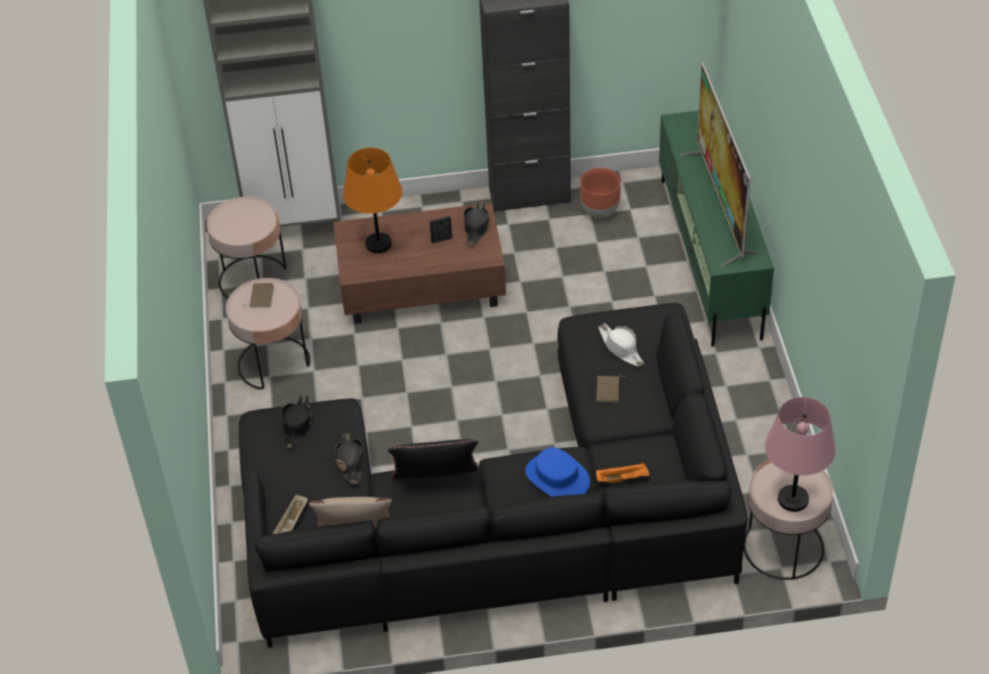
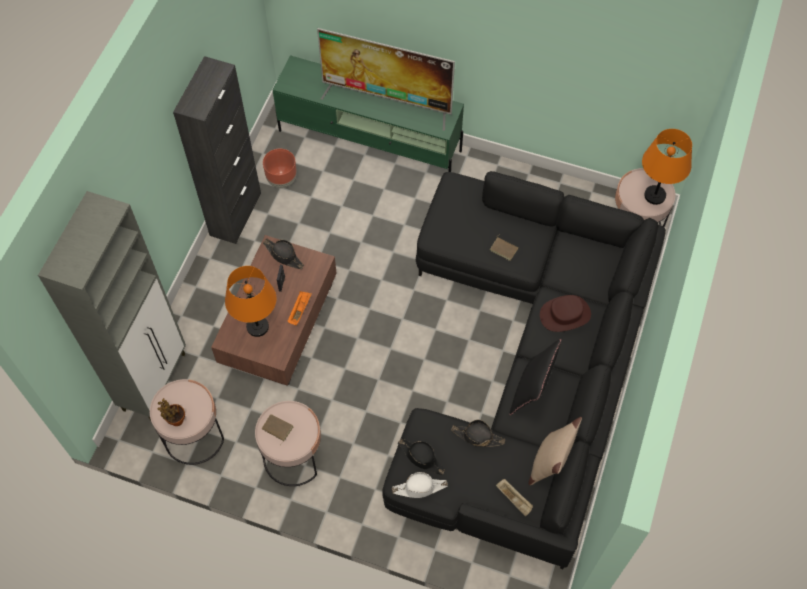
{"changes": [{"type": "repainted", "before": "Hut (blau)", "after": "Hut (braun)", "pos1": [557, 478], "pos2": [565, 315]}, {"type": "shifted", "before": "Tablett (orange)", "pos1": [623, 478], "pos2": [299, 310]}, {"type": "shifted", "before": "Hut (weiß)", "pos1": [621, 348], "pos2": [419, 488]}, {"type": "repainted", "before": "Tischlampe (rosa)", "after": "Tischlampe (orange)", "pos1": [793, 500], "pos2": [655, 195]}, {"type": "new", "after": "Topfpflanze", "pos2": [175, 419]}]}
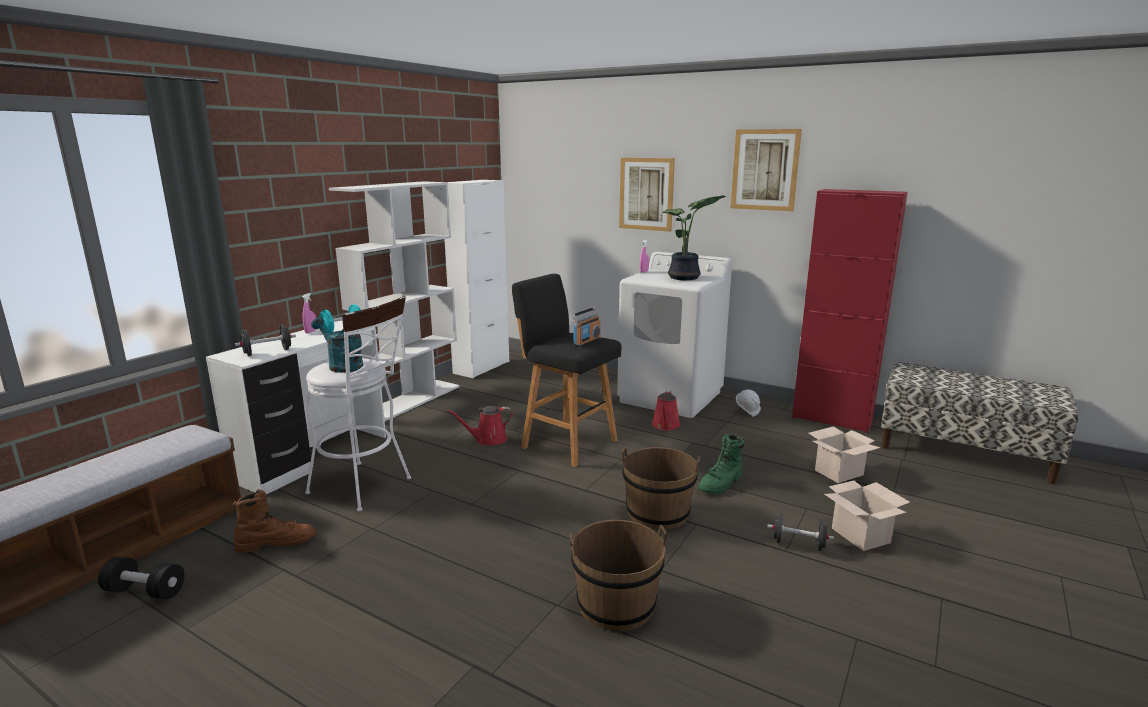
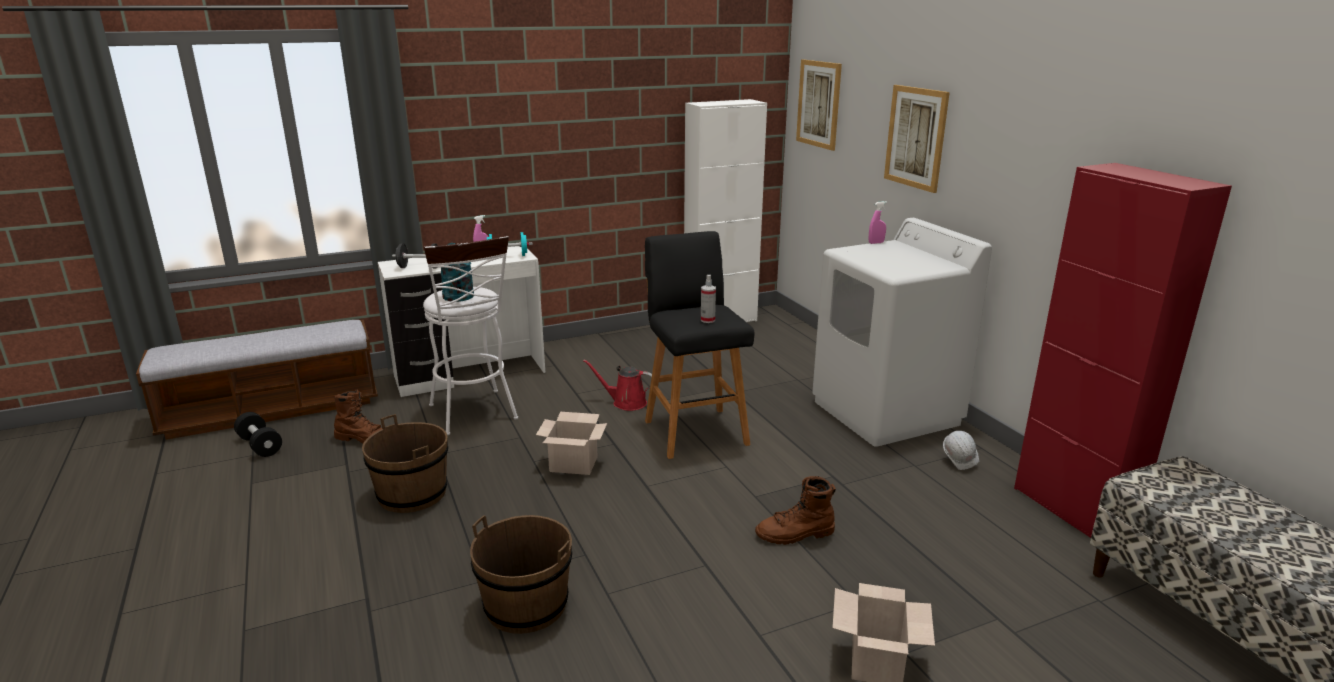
{"changes": [{"type": "gone", "before": "Bücherregal (weiß)", "pos1": [410, 401]}, {"type": "swapped", "before": "Radio", "after": "Sprühflasche", "pos1": [586, 342], "pos2": [707, 320]}, {"type": "shifted", "before": "Eimer (braun)", "pos1": [657, 513], "pos2": [412, 494]}, {"type": "gone", "before": "Gießkanne (rot)", "pos1": [665, 426]}, {"type": "gone", "before": "Topfpflanze", "pos1": [685, 278]}, {"type": "repainted", "before": "Stiefel (grün)", "after": "Stiefel (braun)", "pos1": [721, 484], "pos2": [795, 534]}, {"type": "shifted", "before": "Bild", "pos1": [765, 170], "pos2": [818, 104]}, {"type": "gone", "before": "Hantel (schwarz)", "pos1": [798, 544]}, {"type": "shifted", "before": "Karton", "pos1": [839, 472], "pos2": [575, 464]}]}
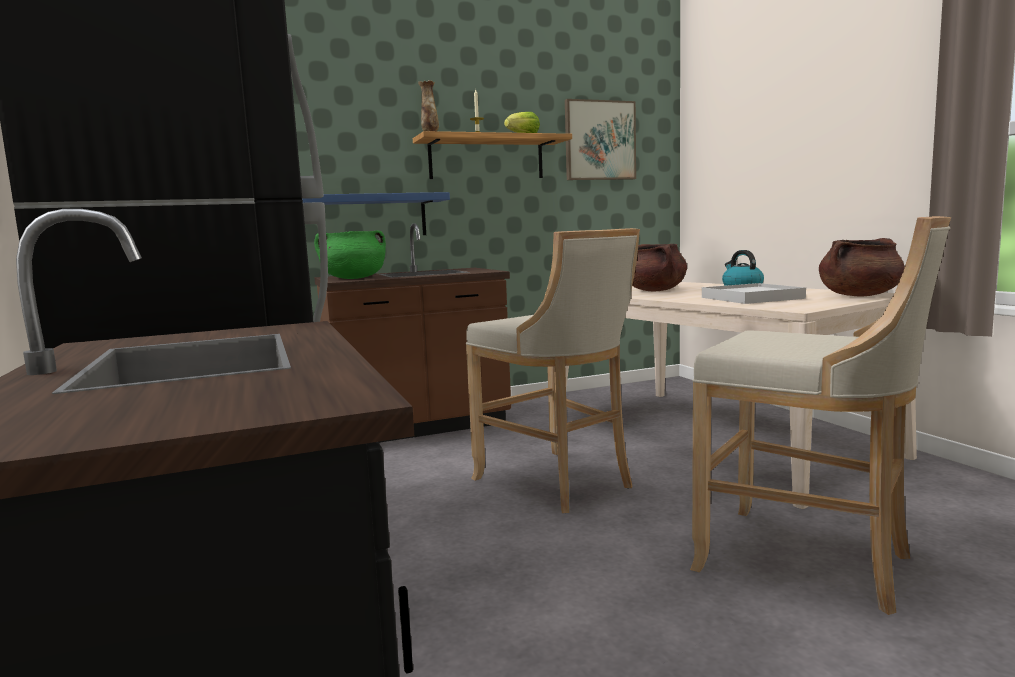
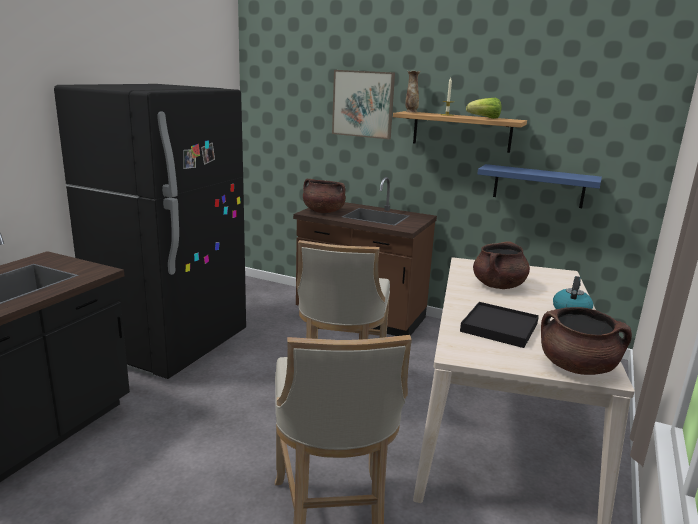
{"changes": [{"type": "shifted", "before": "Wandregal (blau)", "pos1": [372, 216], "pos2": [538, 186]}, {"type": "repainted", "before": "Kochtopf (grün)", "after": "Kochtopf (braun)", "pos1": [353, 278], "pos2": [323, 211]}, {"type": "shifted", "before": "Bild", "pos1": [599, 140], "pos2": [363, 104]}, {"type": "repainted", "before": "Tablett (weiß)", "after": "Tablett (schwarz)", "pos1": [751, 298], "pos2": [499, 327]}]}
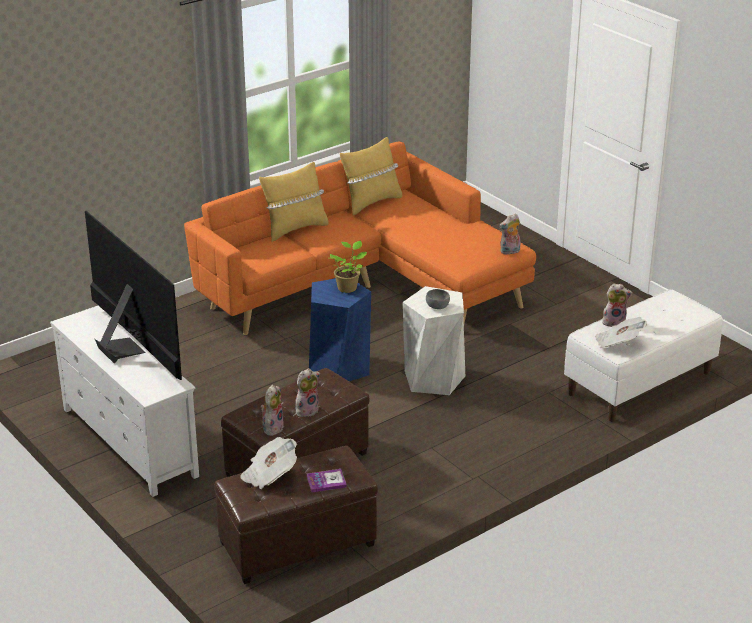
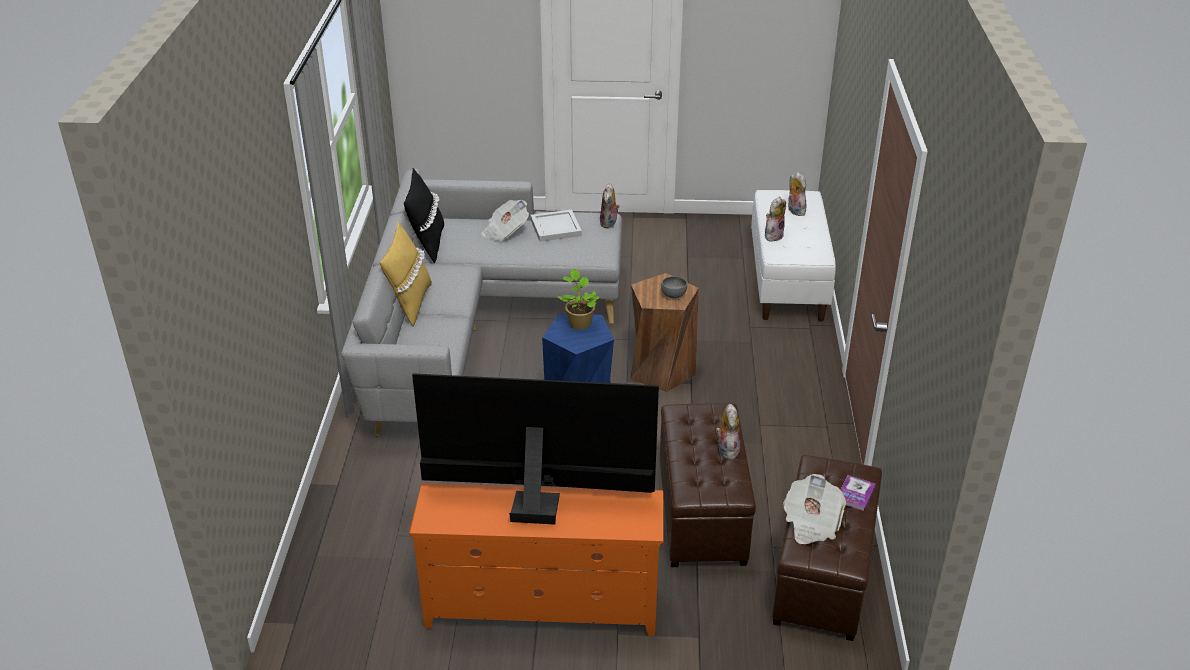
{"changes": [{"type": "repainted", "before": "Fernsehschrank (weiß)", "after": "Fernsehschrank (orange)", "pos1": [128, 443], "pos2": [541, 608]}, {"type": "repainted", "before": "Sofa (orange)", "after": "Sofa (grau)", "pos1": [369, 288], "pos2": [476, 329]}, {"type": "shifted", "before": "Plüschtier", "pos1": [272, 427], "pos2": [794, 211]}, {"type": "repainted", "before": "Kissen (gelb)", "after": "Kissen (schwarz)", "pos1": [371, 202], "pos2": [427, 244]}, {"type": "repainted", "before": "Hocker (weiß)", "after": "Hocker (braun)", "pos1": [433, 378], "pos2": [661, 370]}, {"type": "shifted", "before": "Zeitung", "pos1": [618, 343], "pos2": [505, 231]}, {"type": "new", "after": "Tablett (weiß)", "pos2": [555, 227]}]}
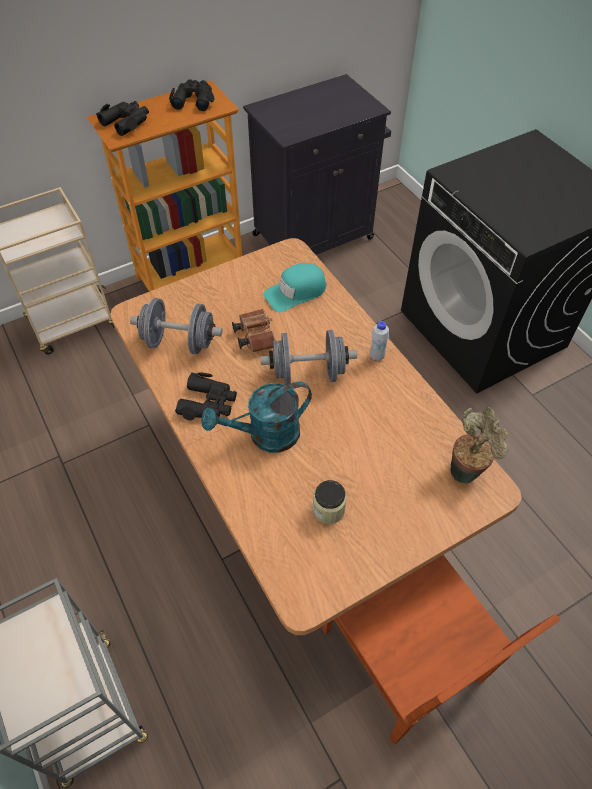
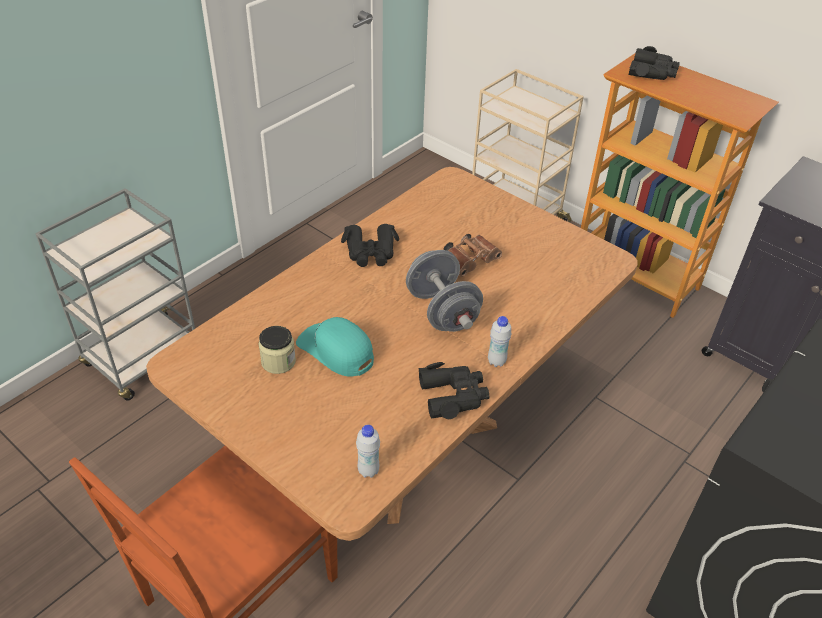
{"changes": [{"type": "gone", "before": "Hantel (grau)", "pos1": [179, 342]}, {"type": "shifted", "before": "Fernglas (schwarz)", "pos1": [193, 100], "pos2": [453, 395]}, {"type": "gone", "before": "Gießkanne (türkis)", "pos1": [265, 436]}, {"type": "shifted", "before": "Kappe (türkis)", "pos1": [296, 292], "pos2": [336, 350]}, {"type": "swapped", "before": "Topfpflanze", "after": "Flasche (weiß)", "pos1": [467, 470], "pos2": [368, 471]}]}
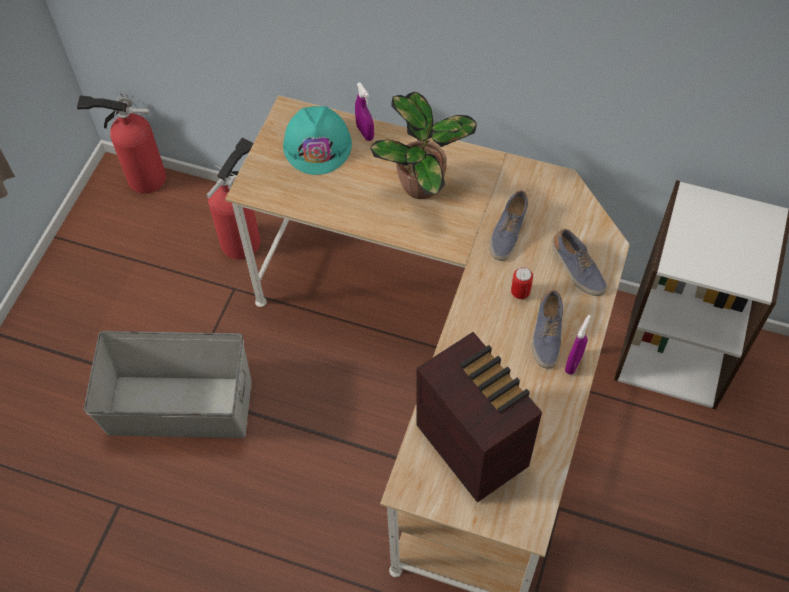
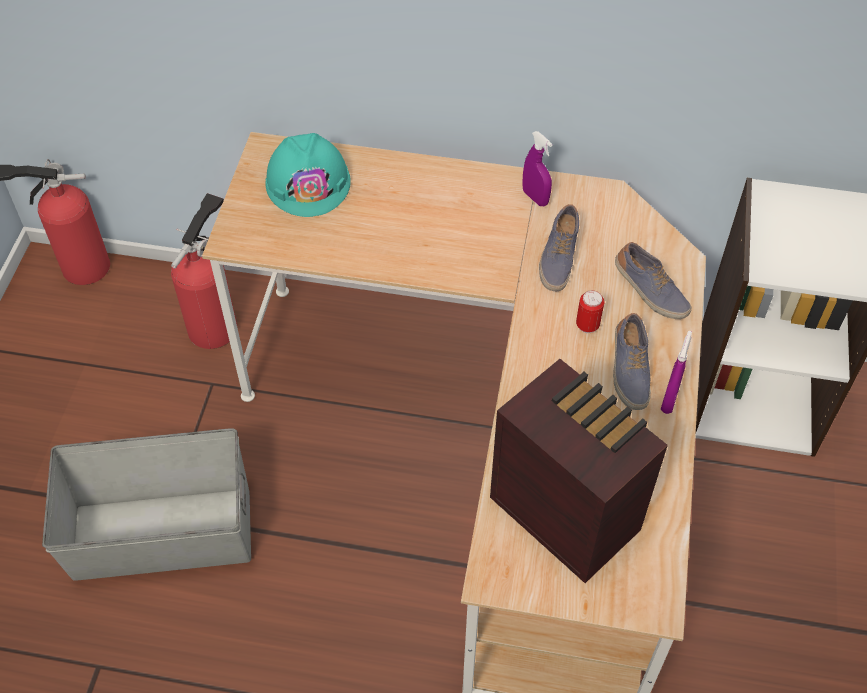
{"changes": [{"type": "shifted", "before": "Sprühflasche (lila)", "pos1": [365, 133], "pos2": [535, 197]}, {"type": "gone", "before": "Topfpflanze", "pos1": [424, 186]}]}
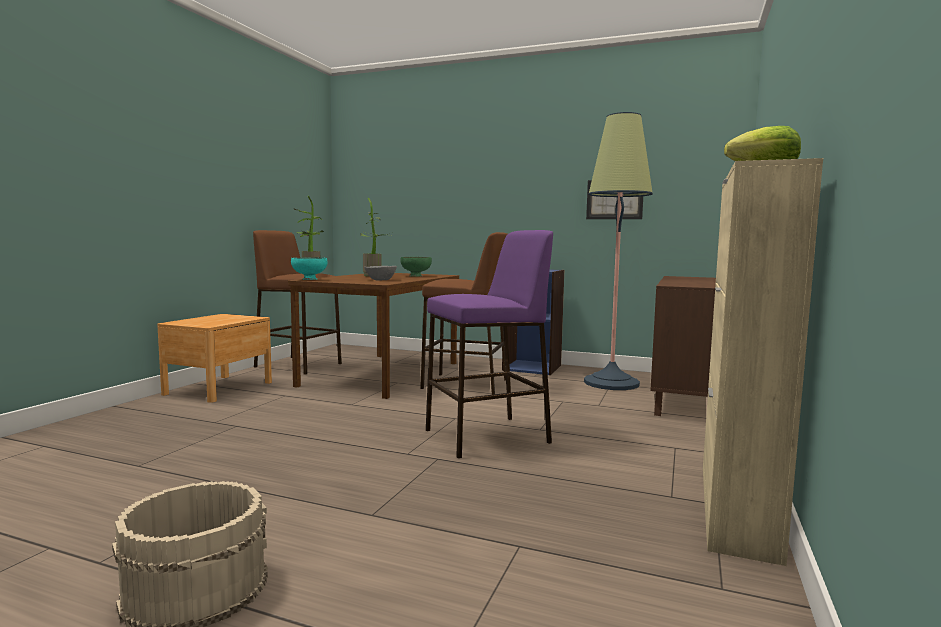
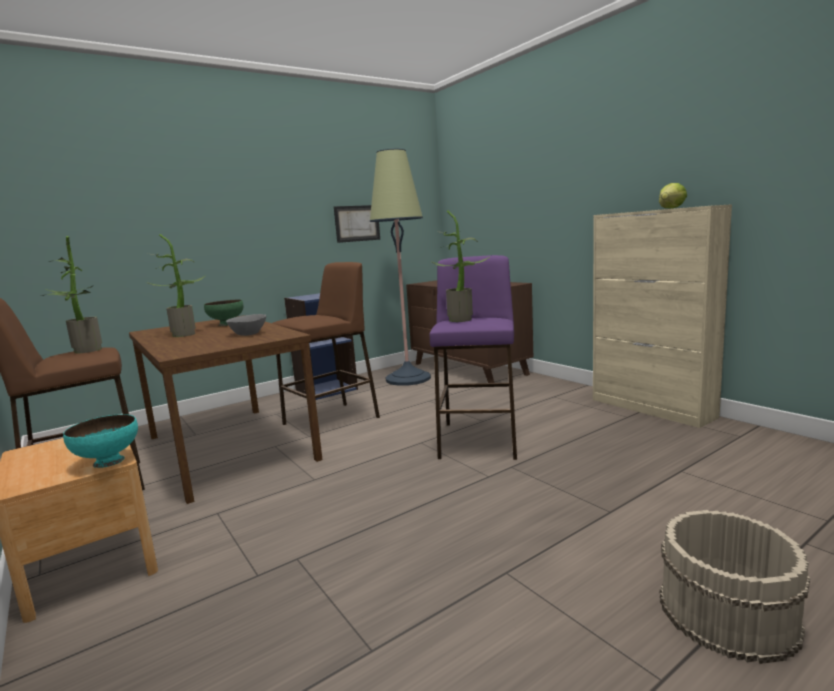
{"changes": [{"type": "shifted", "before": "Schüssel (türkis)", "pos1": [309, 279], "pos2": [108, 461]}, {"type": "new", "after": "Topfpflanze", "pos2": [463, 319]}]}
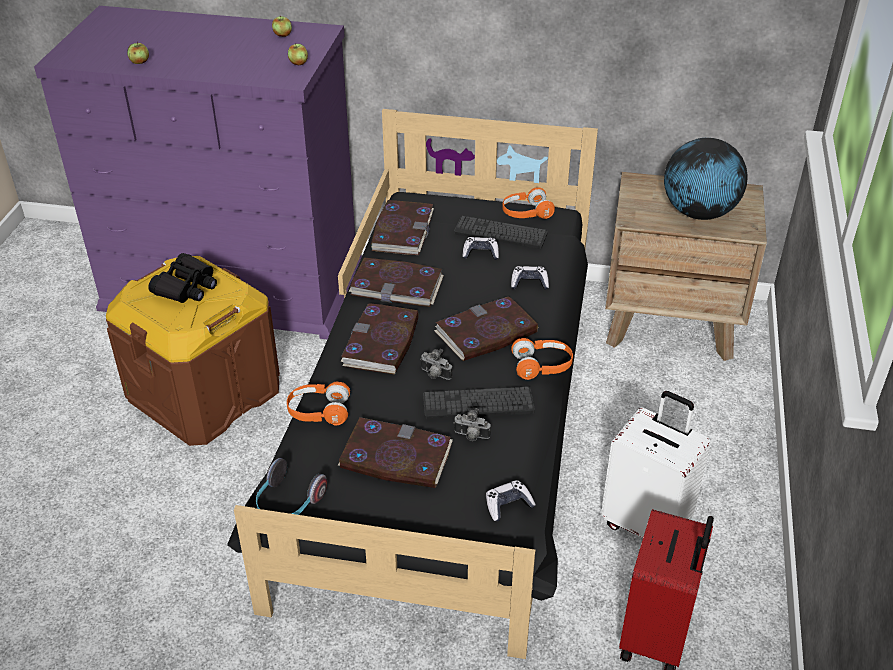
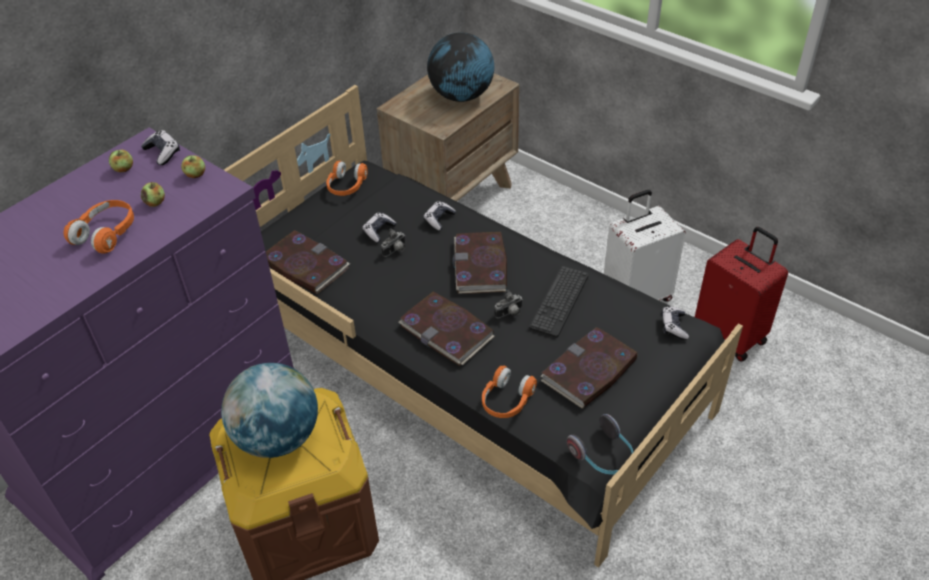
{"changes": [{"type": "shifted", "before": "Apfel", "pos1": [139, 62], "pos2": [155, 202]}, {"type": "swapped", "before": "Fernglas (schwarz)", "after": "Globus", "pos1": [187, 287], "pos2": [277, 437]}, {"type": "gone", "before": "Buch", "pos1": [397, 286]}, {"type": "shifted", "before": "Kamera", "pos1": [471, 436], "pos2": [396, 251]}, {"type": "gone", "before": "Tastatur", "pos1": [500, 233]}, {"type": "shifted", "before": "Kopfhörer (orange)", "pos1": [542, 366], "pos2": [107, 234]}, {"type": "new", "after": "Gamepad", "pos2": [163, 153]}]}
